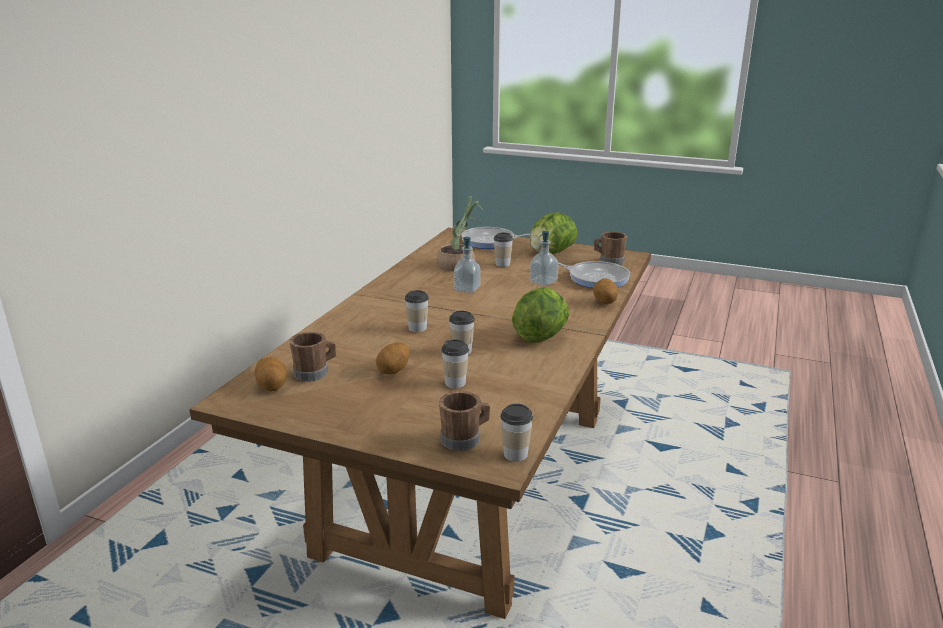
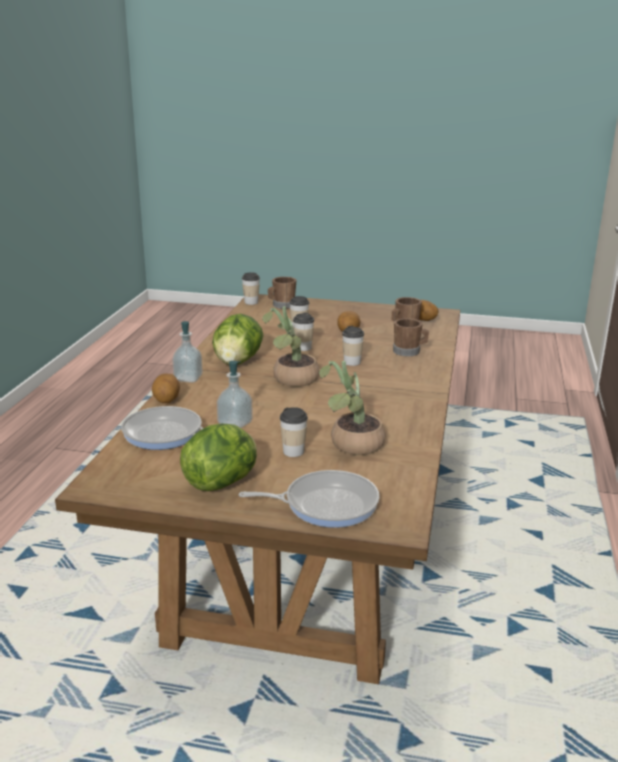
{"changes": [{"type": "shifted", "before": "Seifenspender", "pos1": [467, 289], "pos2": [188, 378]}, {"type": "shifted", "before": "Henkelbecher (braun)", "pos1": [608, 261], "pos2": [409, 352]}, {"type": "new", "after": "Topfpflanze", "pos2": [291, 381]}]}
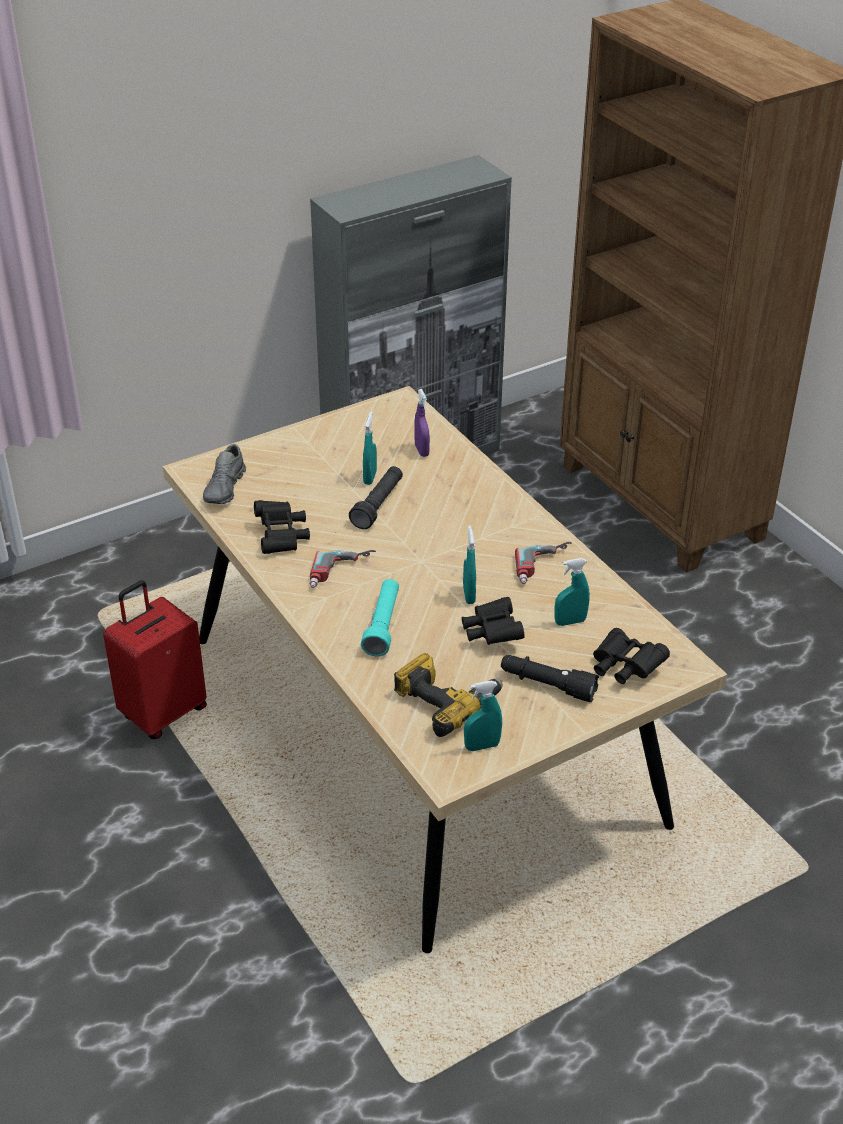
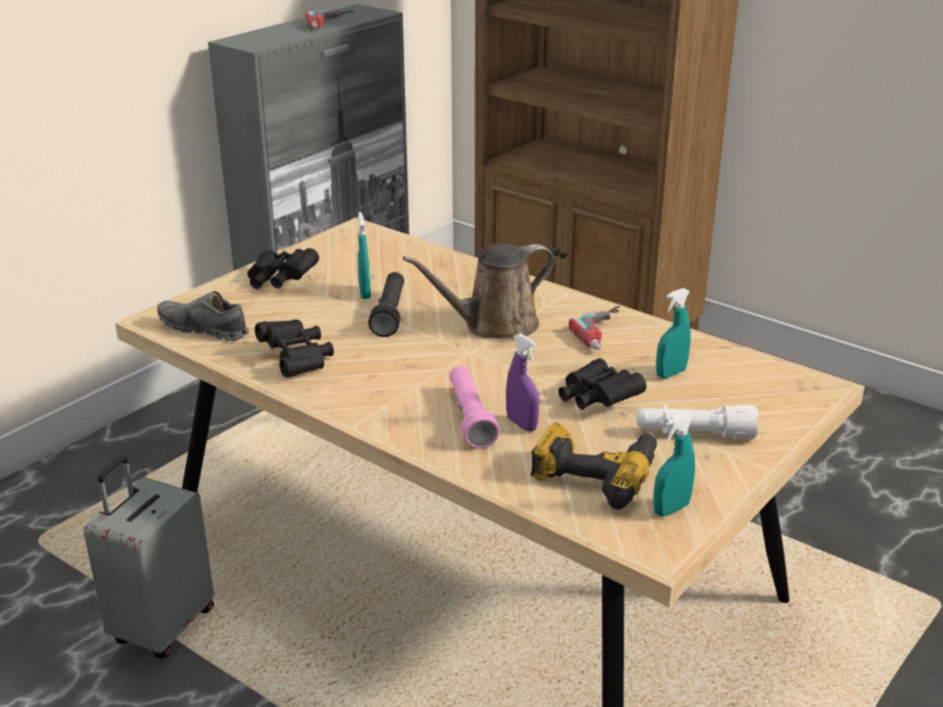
{"changes": [{"type": "repainted", "before": "Koffer (rot)", "after": "Koffer (grau)", "pos1": [163, 712], "pos2": [162, 626]}, {"type": "rotated", "before": "Schuh (grau)", "pos1": [225, 488], "pos2": [203, 329], "turn": 120}, {"type": "shifted", "before": "Bohrmaschine", "pos1": [342, 573], "pos2": [333, 24]}, {"type": "repainted", "before": "Taschenlampe (türkis)", "after": "Taschenlampe (rosa)", "pos1": [383, 625], "pos2": [470, 417]}, {"type": "shifted", "before": "Sprühflasche (lila)", "pos1": [421, 450], "pos2": [521, 424]}, {"type": "gone", "before": "Sprühflasche (türkis)", "pos1": [469, 595]}, {"type": "repainted", "before": "Taschenlampe (schwarz)", "after": "Taschenlampe (weiß)", "pos1": [547, 685], "pos2": [694, 434]}, {"type": "shifted", "before": "Fernglas (schwarz)", "pos1": [624, 667], "pos2": [280, 281]}, {"type": "new", "after": "Gießkanne (braun)", "pos2": [494, 325]}]}
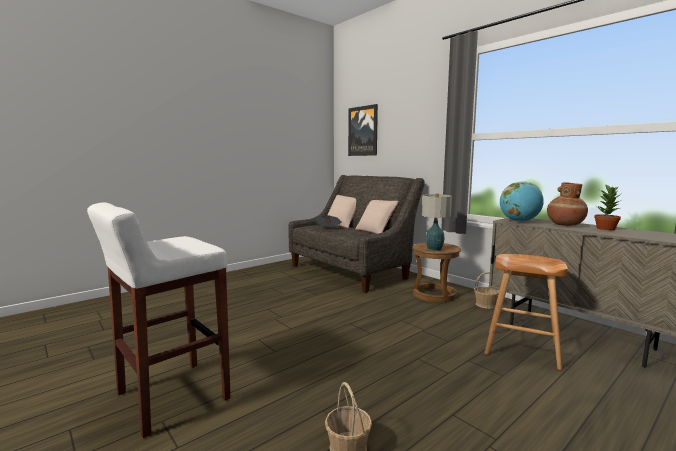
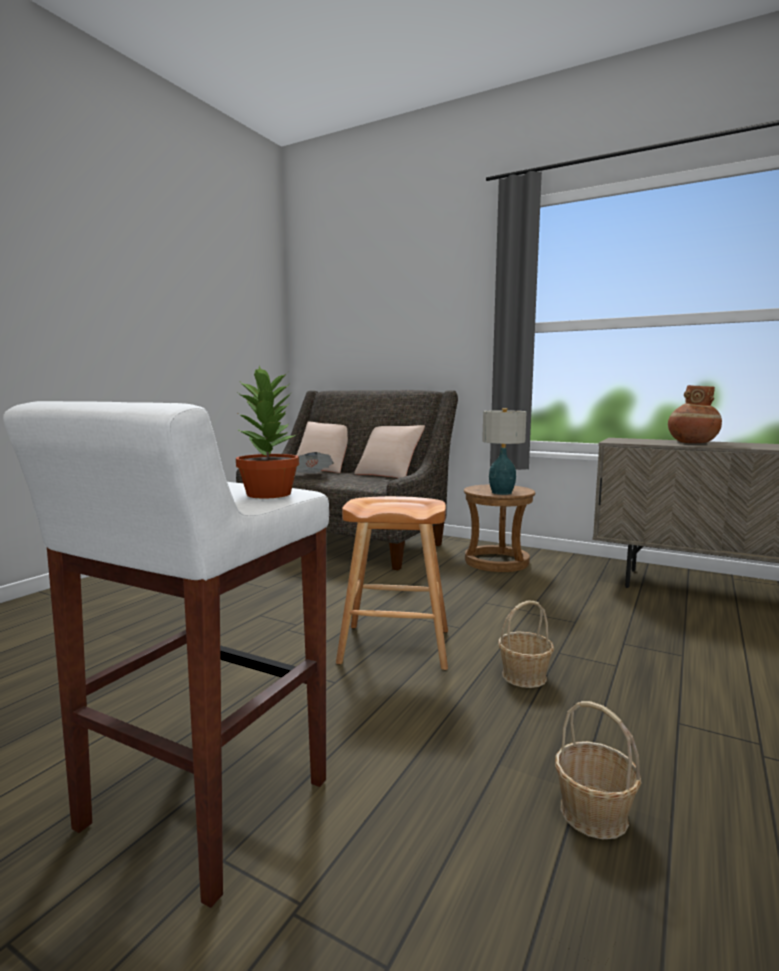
{"changes": [{"type": "gone", "before": "Bild", "pos1": [363, 131]}, {"type": "shifted", "before": "Korb", "pos1": [485, 305], "pos2": [524, 676]}, {"type": "shifted", "before": "Hocker (braun)", "pos1": [521, 349], "pos2": [394, 647]}, {"type": "gone", "before": "Globus", "pos1": [519, 221]}, {"type": "shifted", "before": "Topfpflanze", "pos1": [606, 228], "pos2": [270, 494]}]}
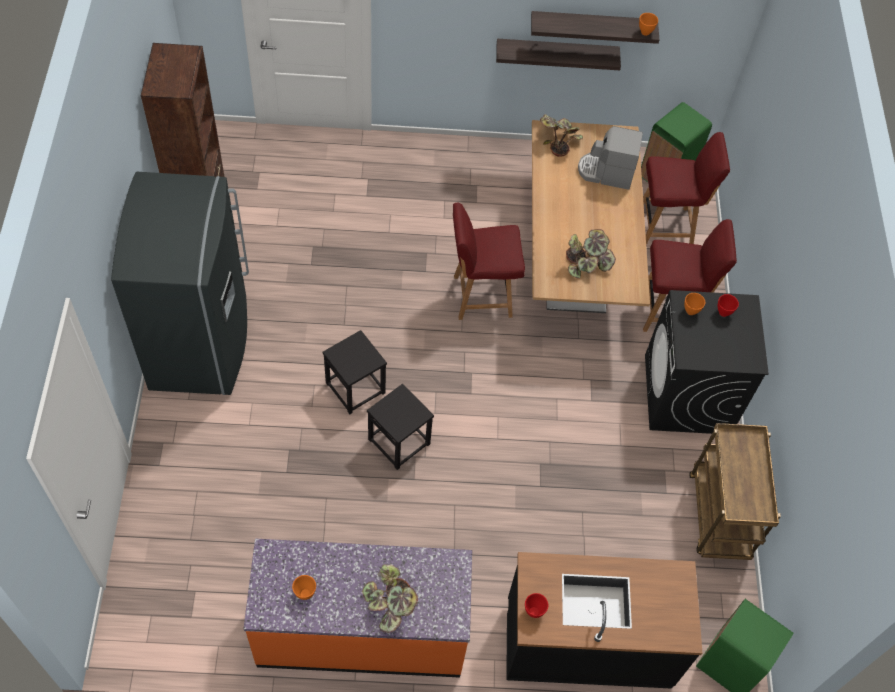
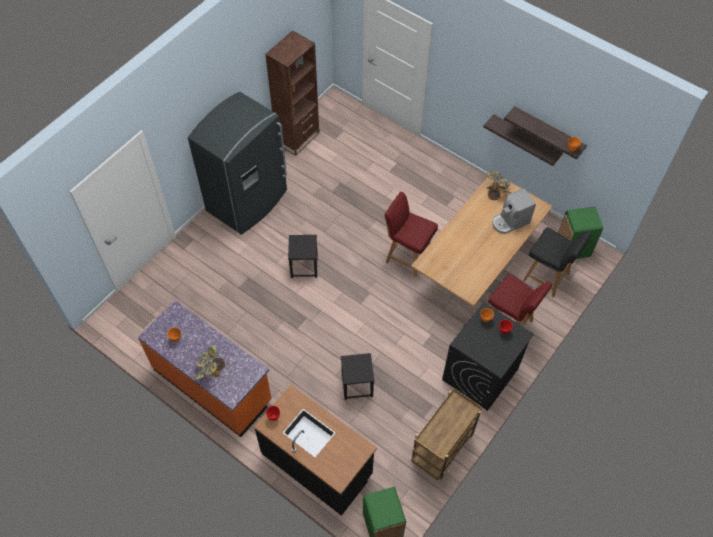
{"changes": [{"type": "shifted", "before": "Hocker (schwarz)", "pos1": [399, 441], "pos2": [357, 385]}, {"type": "gone", "before": "Topfpflanze", "pos1": [586, 263]}, {"type": "rotated", "before": "Kaffeemaschine", "pos1": [606, 173], "pos2": [510, 221], "turn": -75}, {"type": "repainted", "before": "Stuhl (rot)", "after": "Stuhl (schwarz)", "pos1": [666, 227], "pos2": [547, 277]}]}
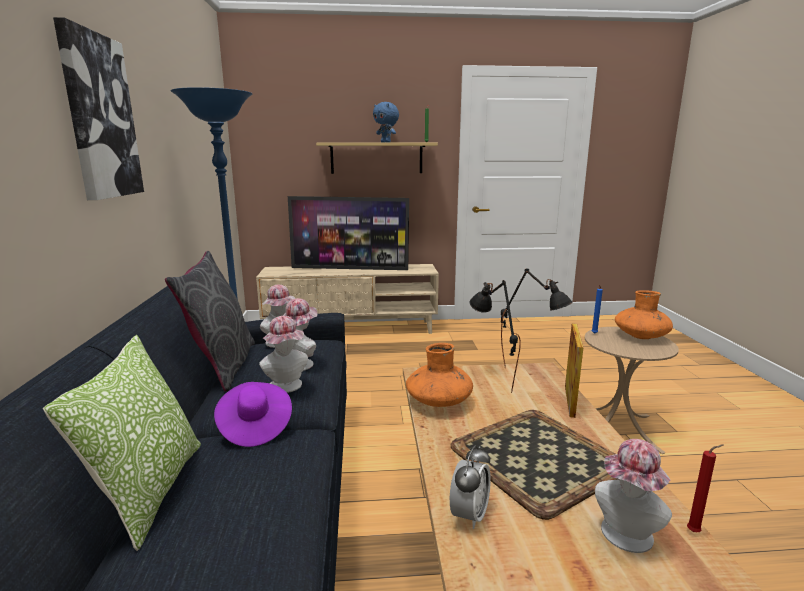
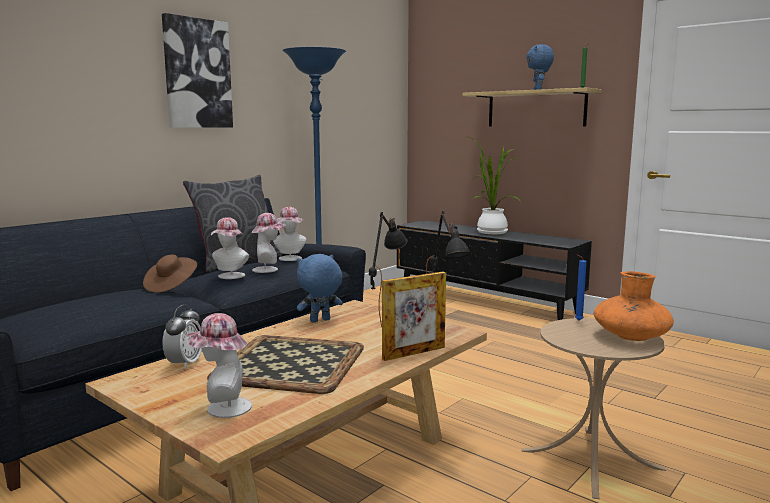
{"changes": [{"type": "gone", "before": "Kissen", "pos1": [150, 491]}, {"type": "repainted", "before": "Hut (lila)", "after": "Hut (braun)", "pos1": [254, 427], "pos2": [171, 286]}, {"type": "repainted", "before": "Fernsehschrank (beige)", "after": "Fernsehschrank (schwarz)", "pos1": [351, 329], "pos2": [485, 301]}, {"type": "swapped", "before": "Fernseher", "after": "Topfpflanze", "pos1": [350, 269], "pos2": [490, 231]}, {"type": "swapped", "before": "Vase (orange)", "after": "Plüschtier (blau)", "pos1": [438, 401], "pos2": [320, 321]}, {"type": "rotated", "before": "Wecker", "pos1": [469, 515], "pos2": [184, 364], "turn": -60}, {"type": "gone", "before": "Kerze (rot)", "pos1": [695, 532]}]}
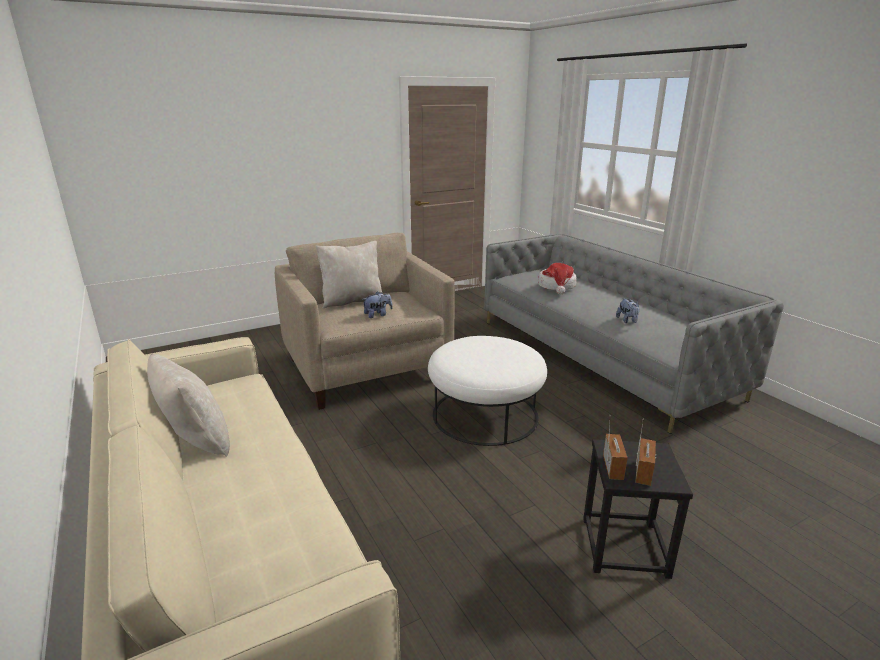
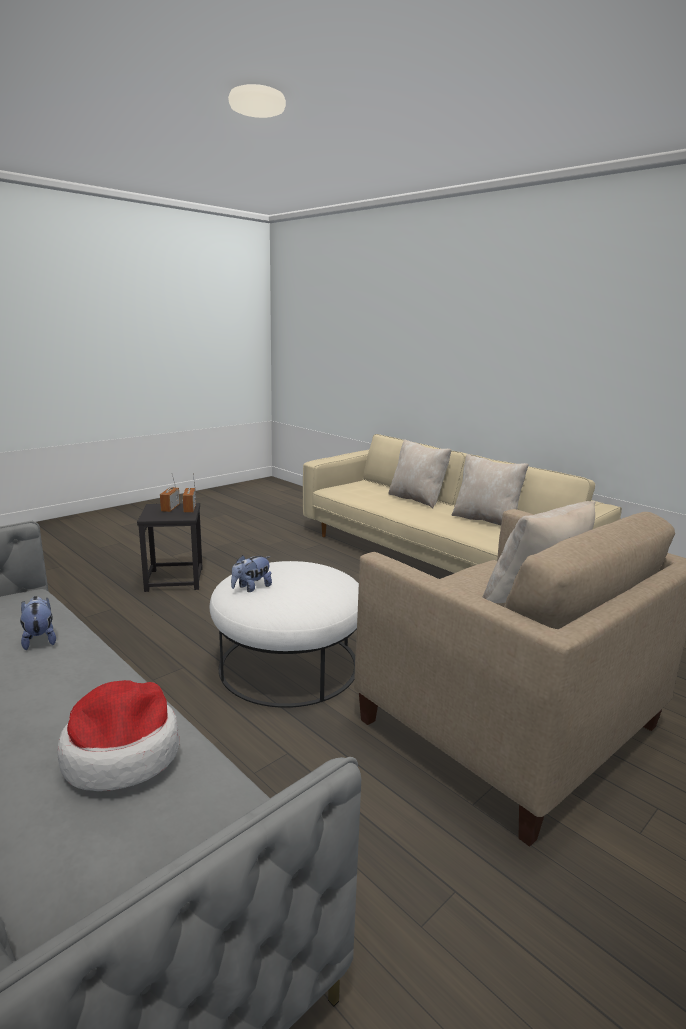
{"changes": [{"type": "shifted", "before": "Plüschtier", "pos1": [378, 315], "pos2": [251, 588]}, {"type": "new", "after": "Kissen (beige)", "pos2": [417, 499]}]}
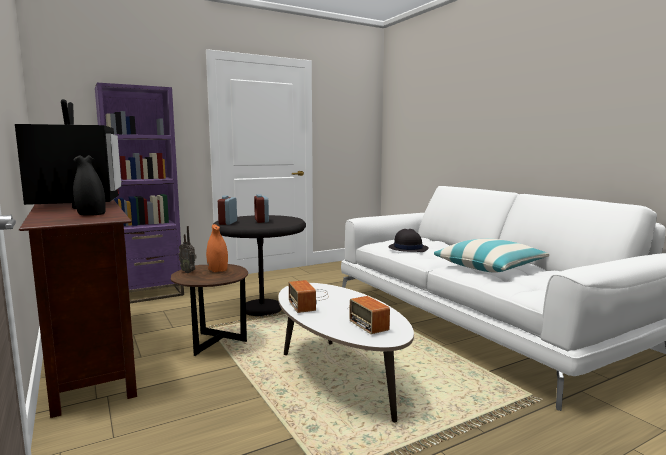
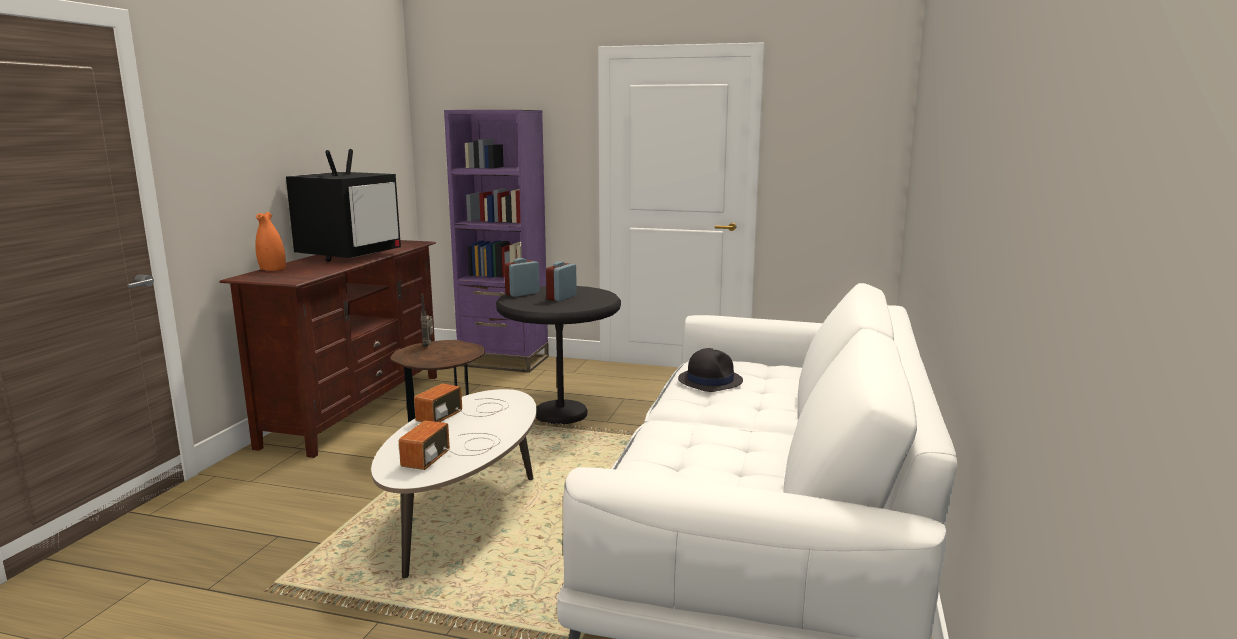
{"changes": [{"type": "gone", "before": "Vase (schwarz)", "pos1": [91, 214]}, {"type": "shifted", "before": "Vase (orange)", "pos1": [217, 270], "pos2": [272, 269]}, {"type": "gone", "before": "Kissen", "pos1": [489, 267]}]}
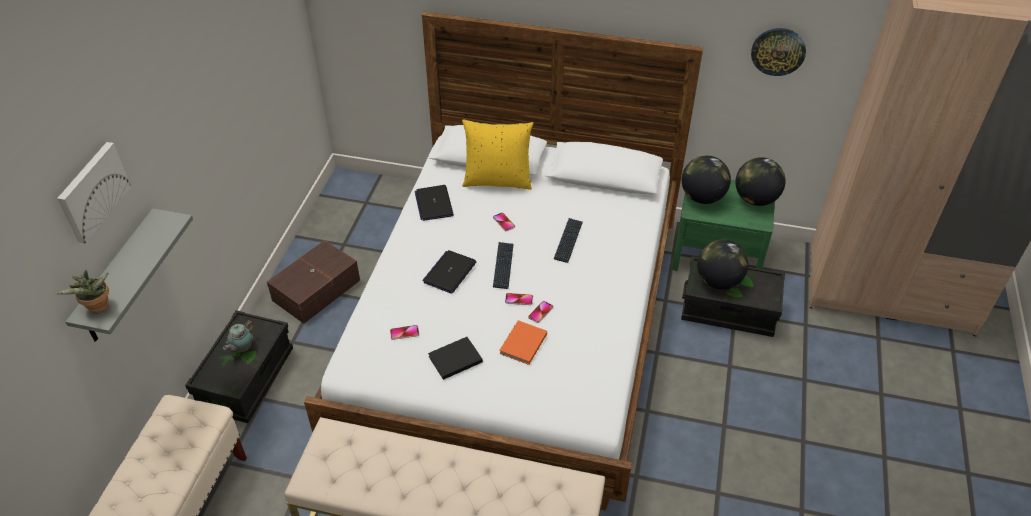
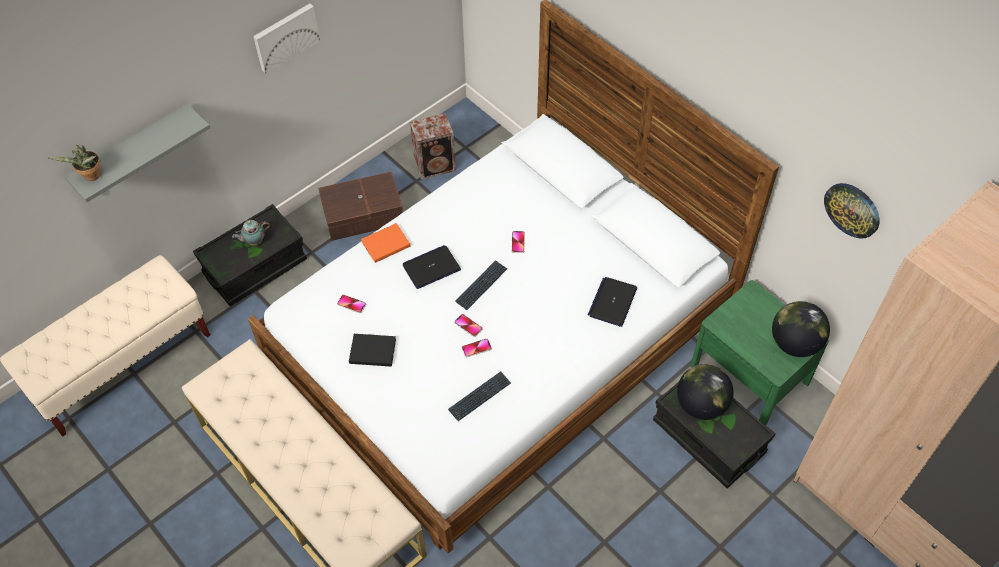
{"changes": [{"type": "shifted", "before": "Bild", "pos1": [92, 191], "pos2": [285, 36]}, {"type": "shifted", "before": "Laptop", "pos1": [434, 203], "pos2": [612, 302]}, {"type": "gone", "before": "Kissen (gelb)", "pos1": [497, 180]}, {"type": "shifted", "before": "Buch (orange)", "pos1": [522, 344], "pos2": [384, 244]}, {"type": "shifted", "before": "Tastatur", "pos1": [568, 241], "pos2": [479, 397]}, {"type": "gone", "before": "Globus", "pos1": [702, 197]}, {"type": "new", "after": "Lautsprecher", "pos2": [436, 165]}]}
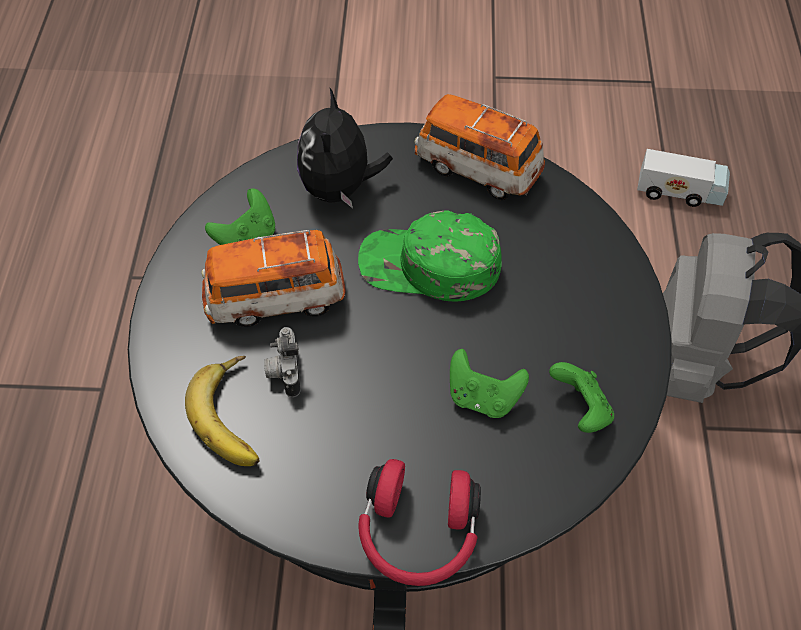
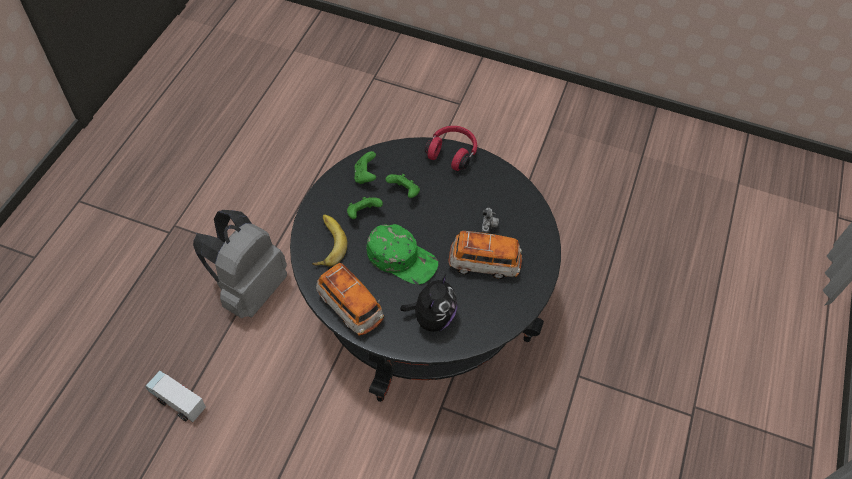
{"changes": [{"type": "shifted", "before": "Banane", "pos1": [236, 415], "pos2": [325, 243]}, {"type": "shifted", "before": "Gamepad (grün)", "pos1": [247, 239], "pos2": [363, 213]}]}
